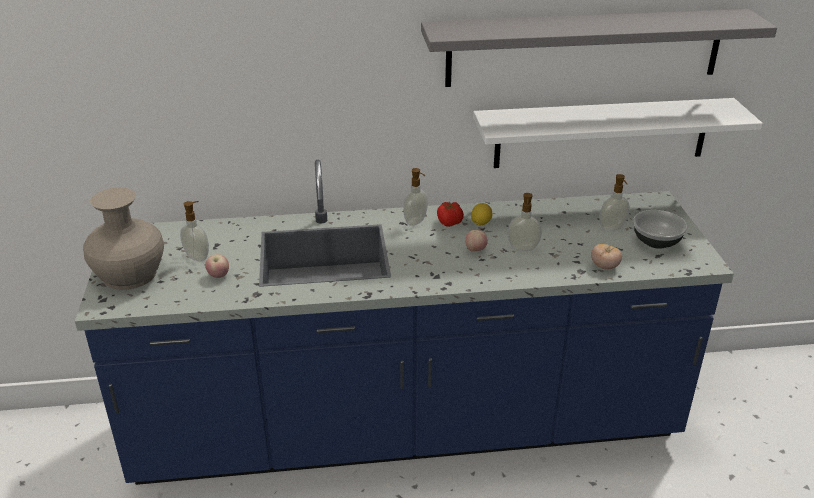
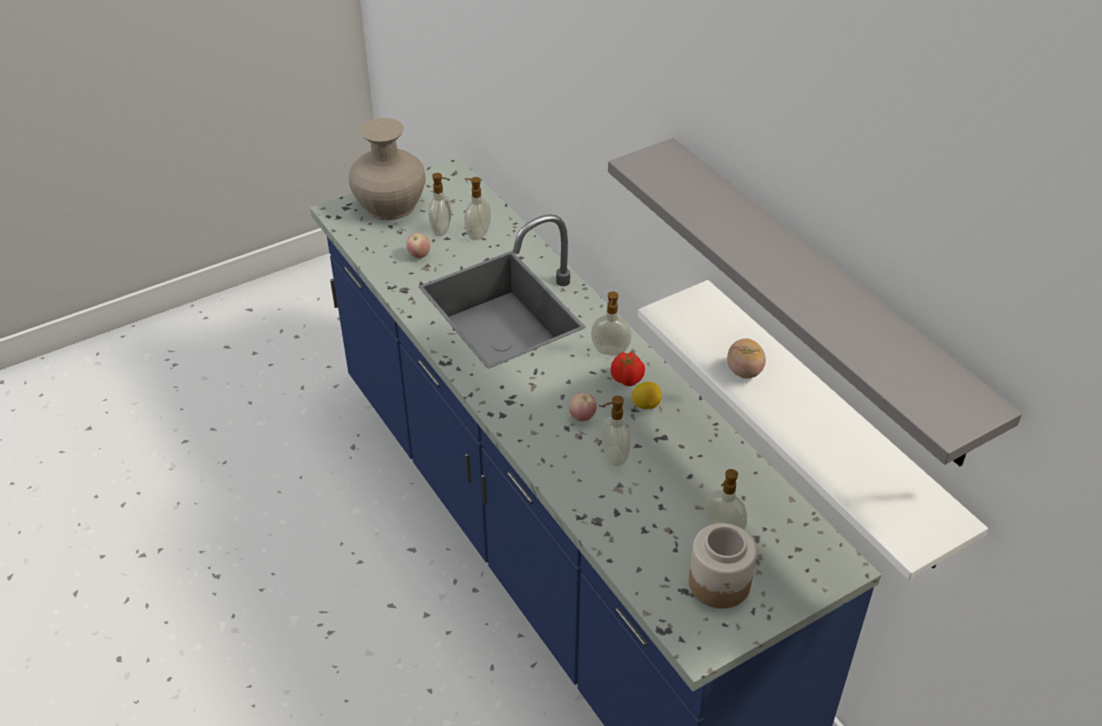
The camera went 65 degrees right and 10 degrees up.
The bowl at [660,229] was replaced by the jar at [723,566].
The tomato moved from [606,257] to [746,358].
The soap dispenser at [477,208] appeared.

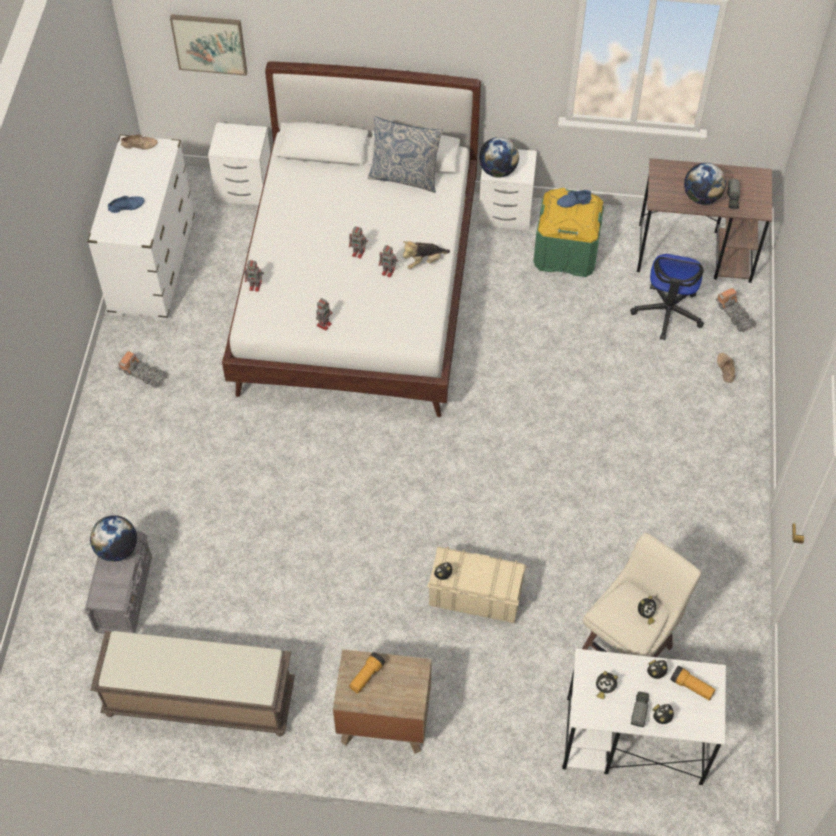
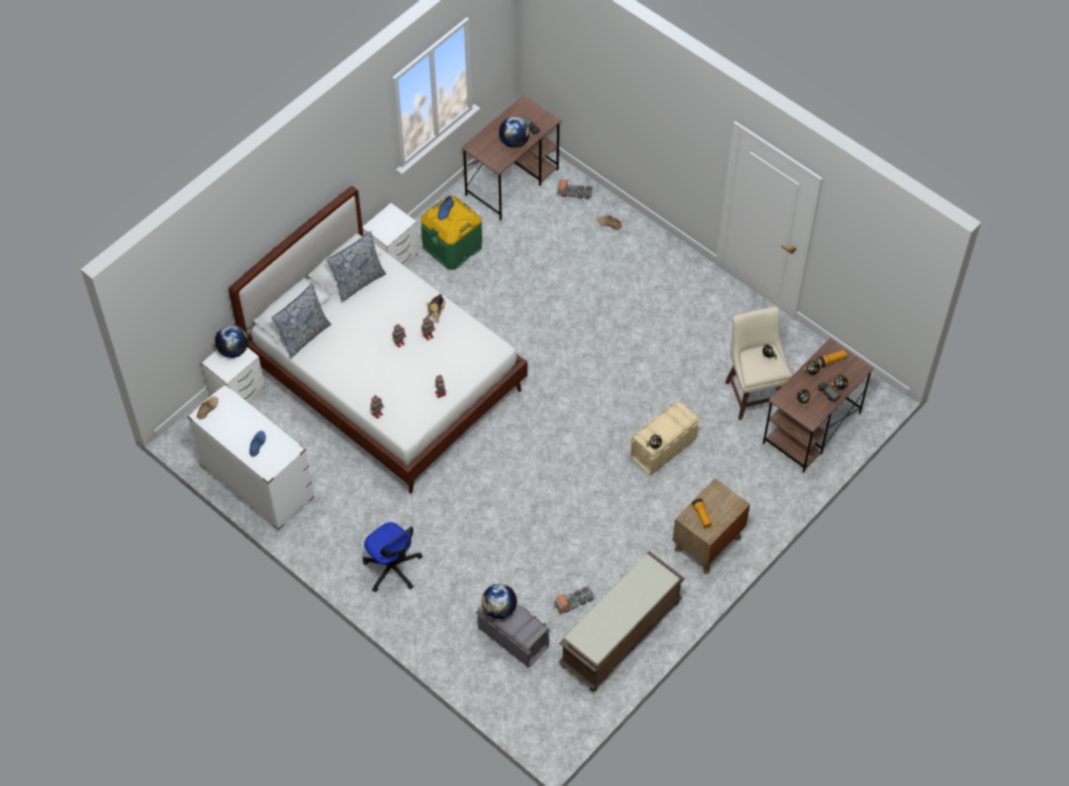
The camera went 55 degrees left and 0 degrees up.
The picture at [208,45] disappeared.
The globe moved from [499,157] to [231,341].
The office chair moved from [667,297] to [392,557].
The toy truck moved from [143,369] to [574,600].
The white desk at [644,717] became the brown desk at [818,405].
The pillow at [301,321] appeared.

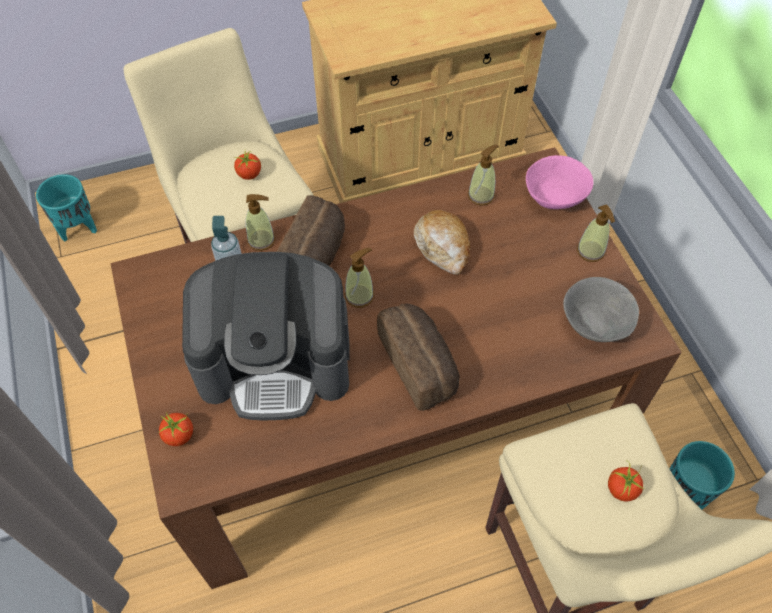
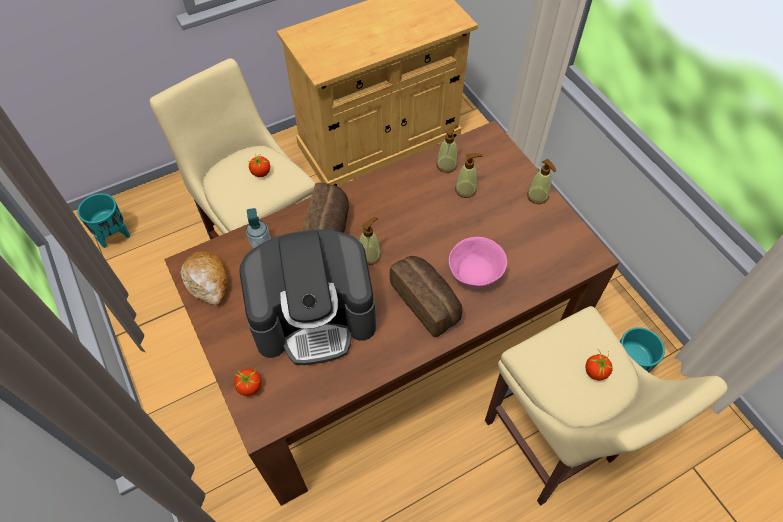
The camera went 10 degrees left and 0 degrees up.
The pink bowl moved from [559,182] to [478,262].
The soap dispenser moved from [260,222] to [469,175].
The bread moved from [442,242] to [204,278].
The grey bowl at [601,309] disappeared.

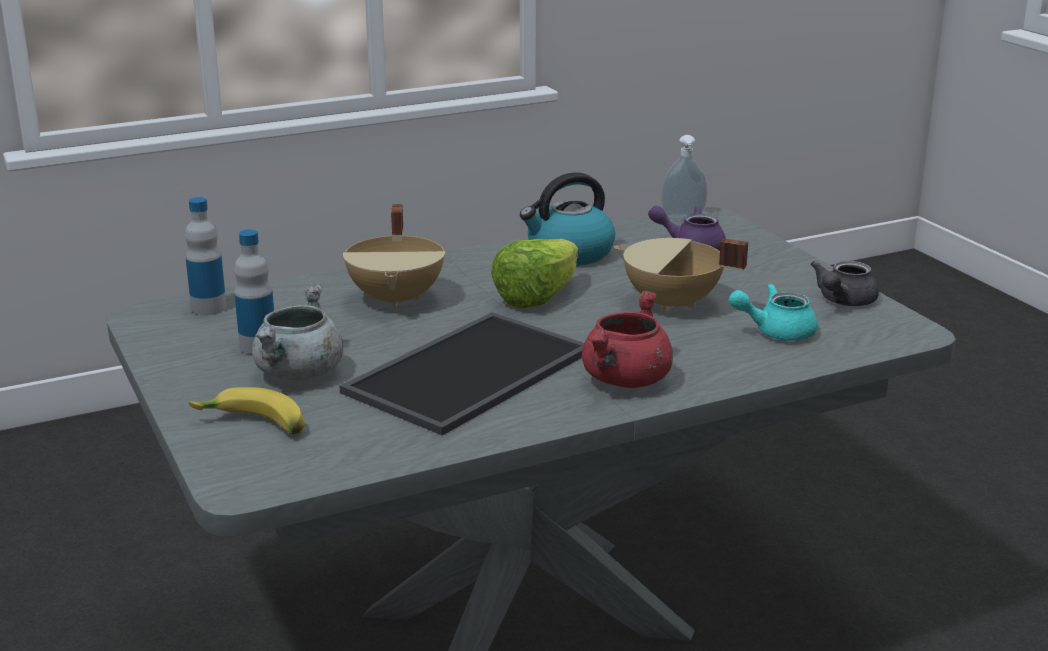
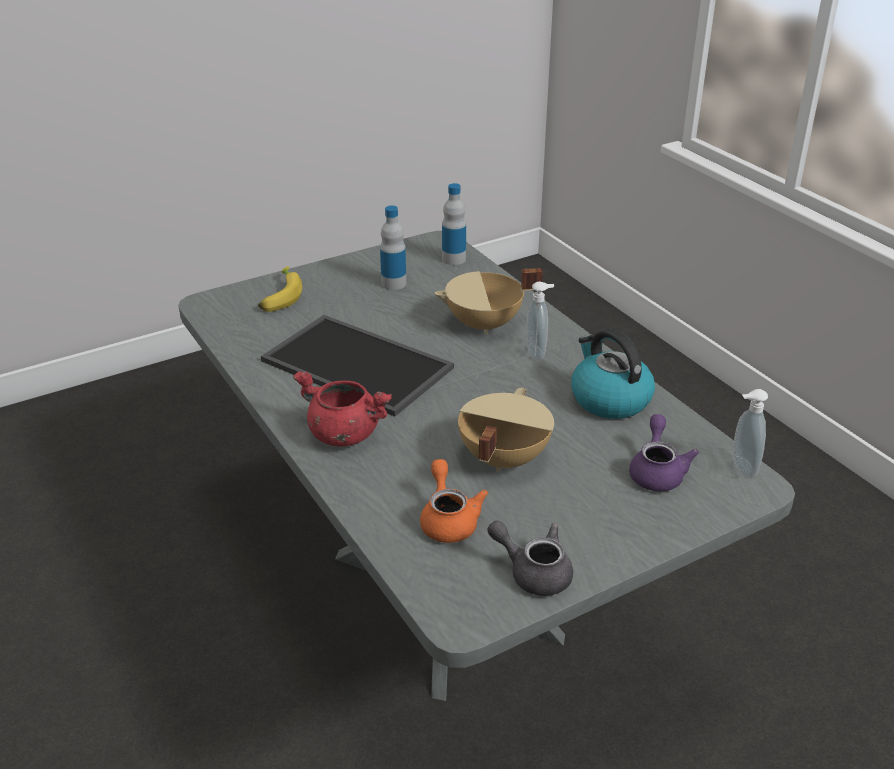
The camera went 85 degrees right and 10 degrees up.
The lettuce at [534,273] disappeared.
The grey cooking pot at [297,331] disappeared.
The turquoise teapot at [773,312] became the orange teapot at [454,501].
The soap dispenser at [540,321] appeared.

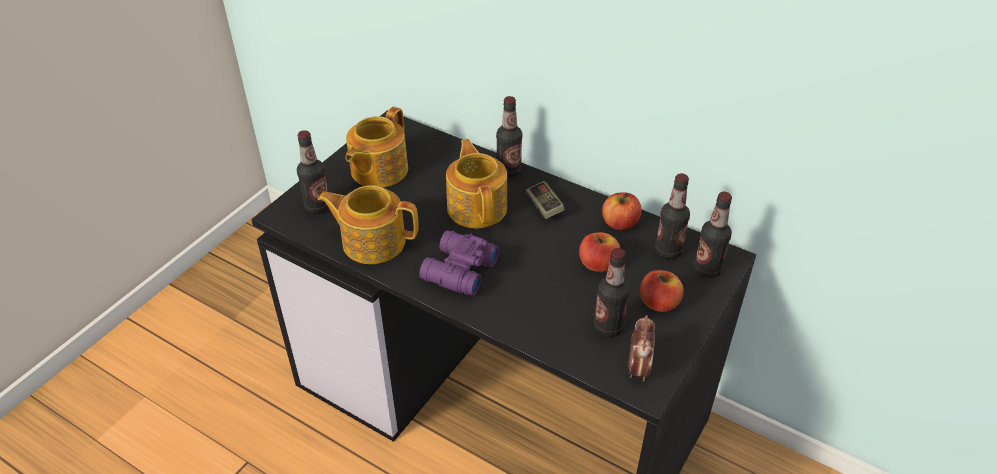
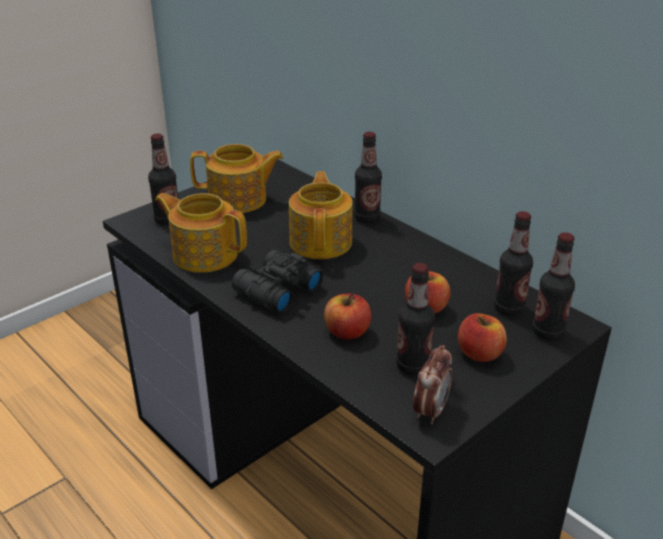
The camera went 15 degrees right and 10 degrees down.
The teapot at [377,147] turned 135 degrees counterclockwise.
The game controller at [545,200] disappeared.
The apple moved from [622,211] to [347,316].
The purple binoculars at [459,263] became the black binoculars at [277,281].

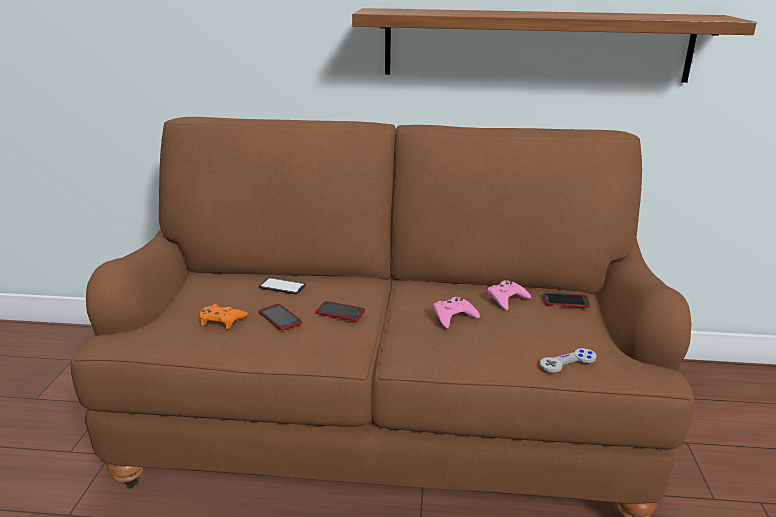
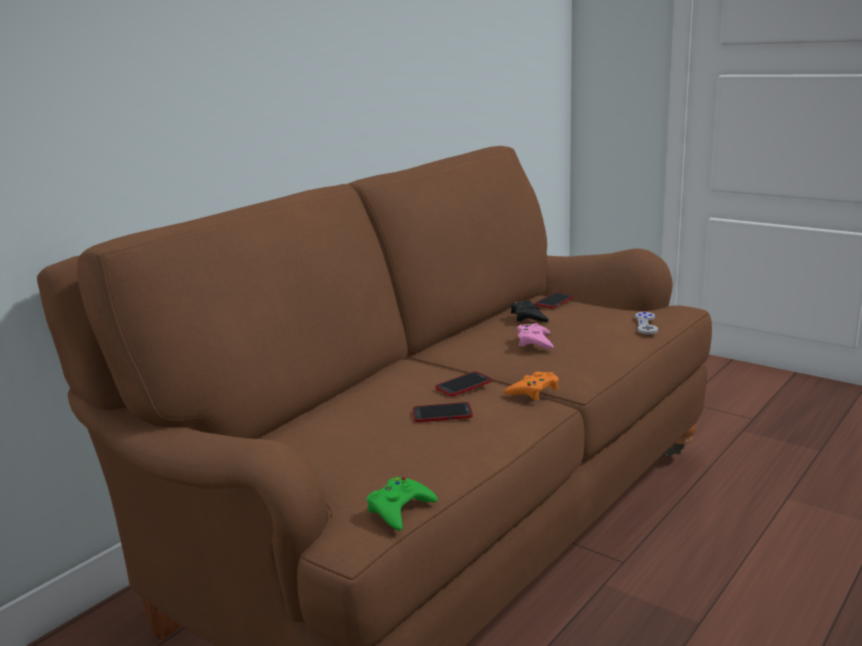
The camera went 55 degrees left and 5 degrees down.
The shelf at [554,45] disappeared.
The phone at [282,285] disappeared.
The pink game controller at [509,295] became the black game controller at [530,311].
The orange game controller moved from [224,316] to [531,386].
The green game controller at [402,504] appeared.

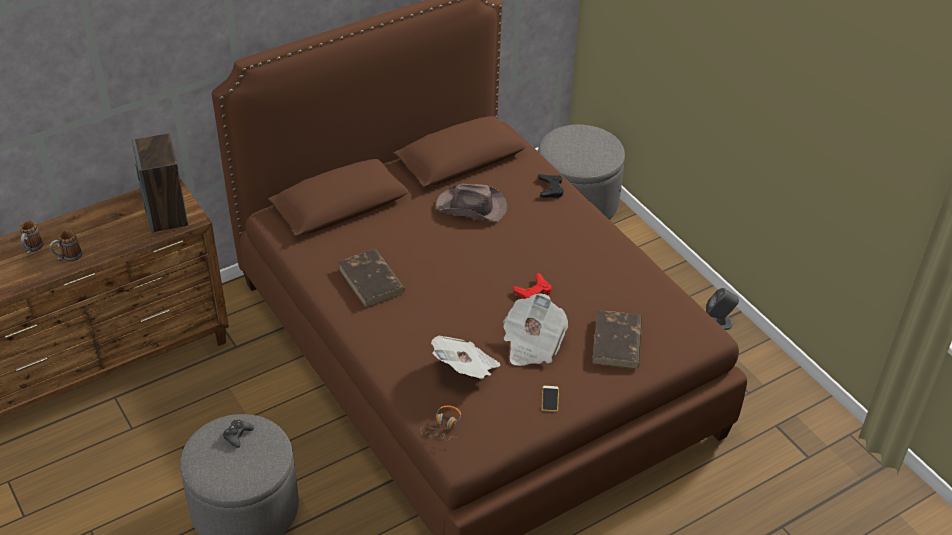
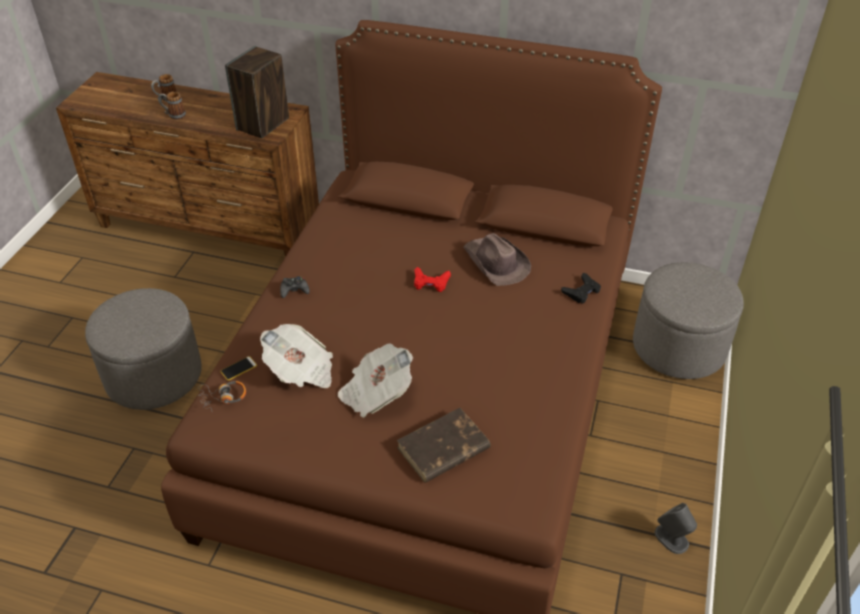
The camera went 50 degrees right and 0 degrees up.
The brown book at [371,278] disappeared.
The red game controller moved from [532,286] to [432,279].
The phone moved from [550,399] to [238,368].
The black game controller moved from [238,433] to [295,287].

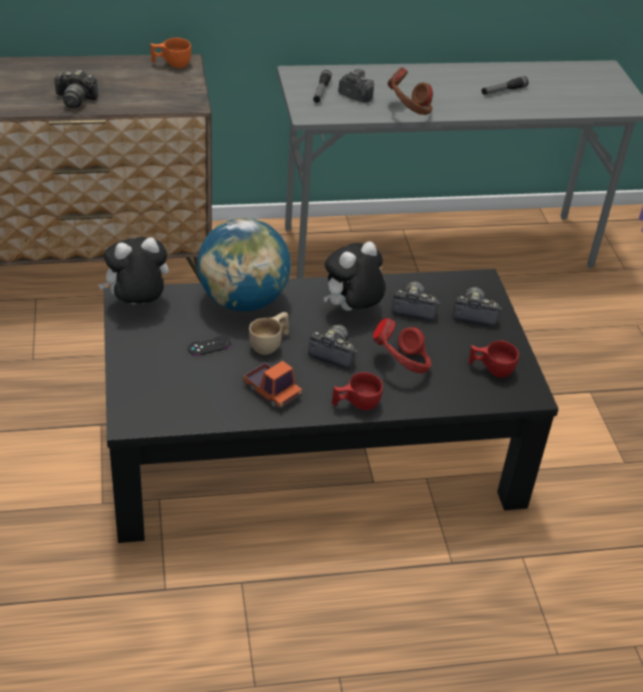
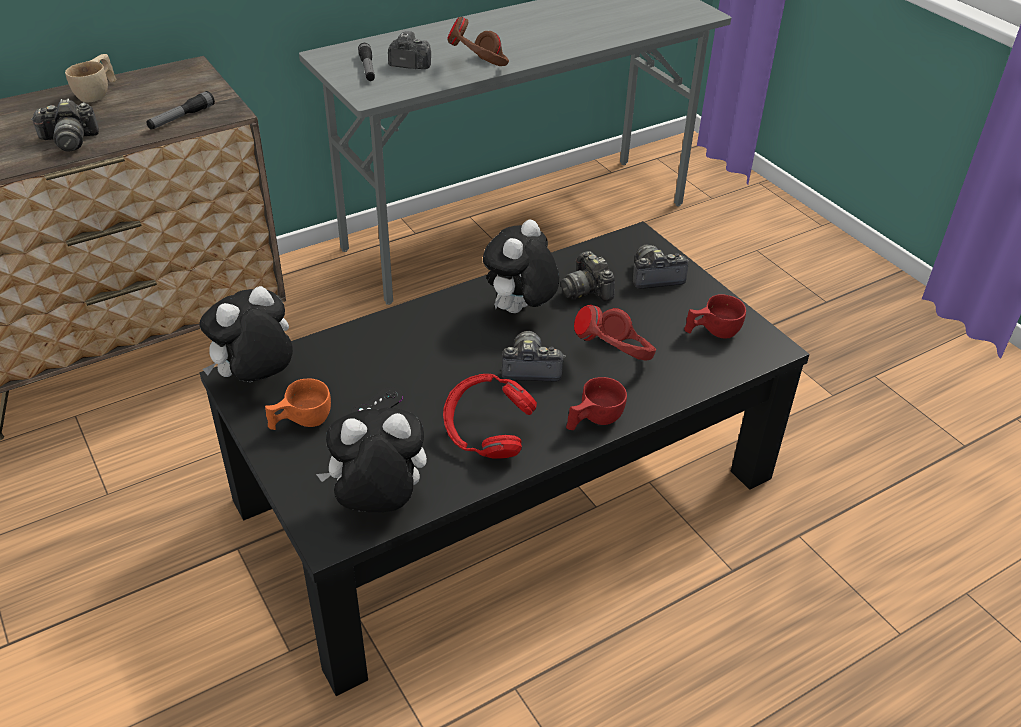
The camera went 20 degrees left and 0 degrees up.
The orange cup moved from [170,53] to [298,404].
The flashlight moved from [505,85] to [180,110].
The globe at [244,264] disappeared.
The photo camera at [415,301] turned 105 degrees counterclockwise.
The beige cup moved from [269,333] to [90,78].
The toy truck at [272,385] was replaced by the red headphones at [490,416].
The plush toy at [371,459] appeared.

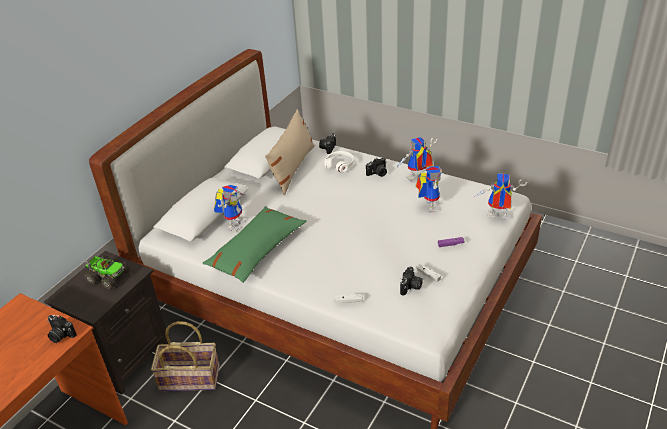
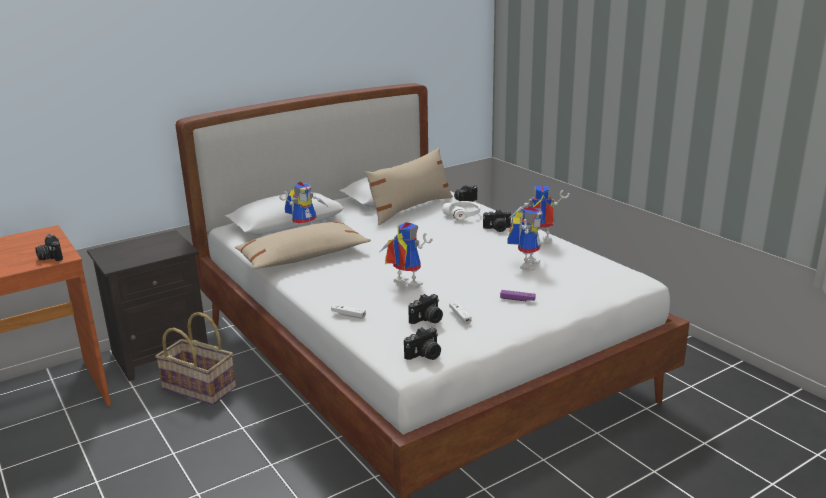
The camera went 25 degrees right and 15 degrees down.
The toy robot moved from [500,196] to [406,255].
The green pillow at [254,244] became the beige pillow at [303,245].
The toy truck at [107,273] disappeared.
The photo camera at [422,343] appeared.

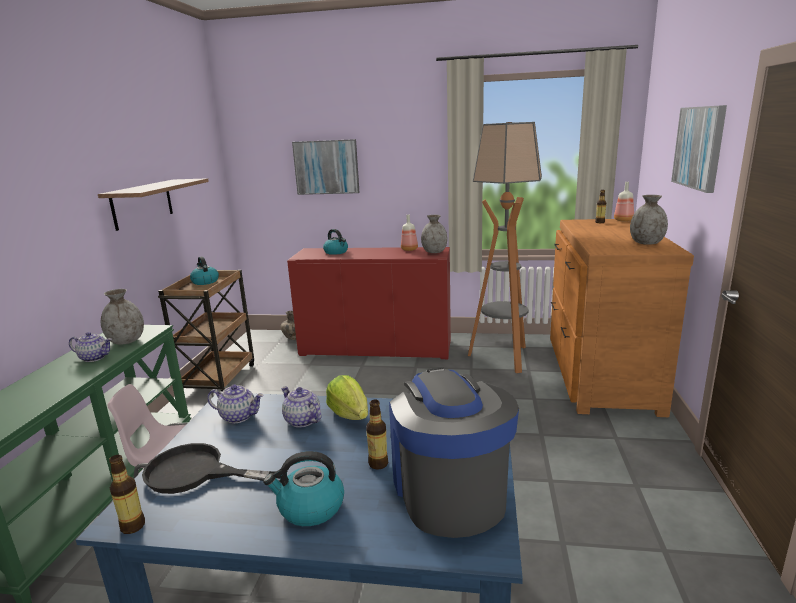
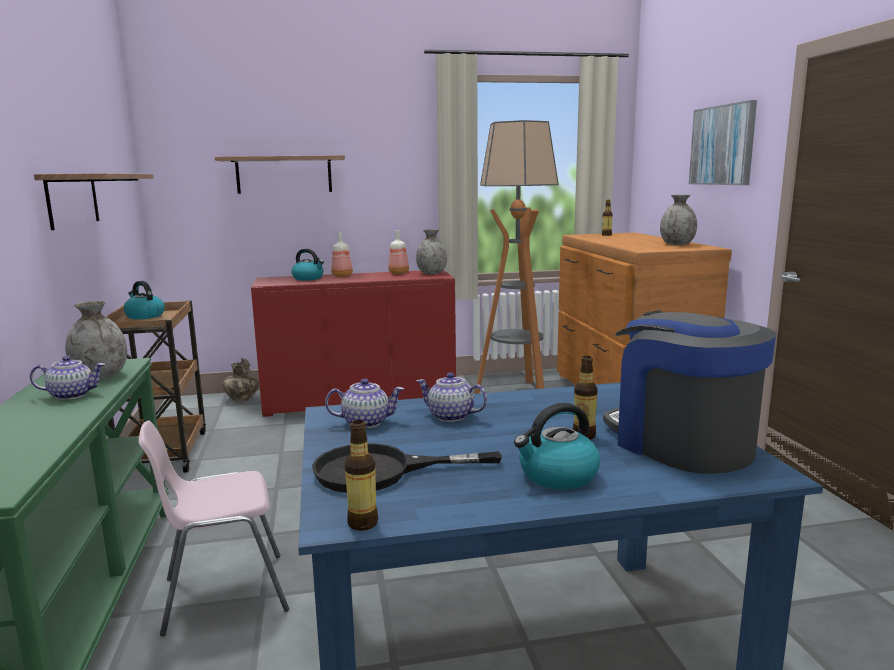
The camera went 20 degrees left and 5 degrees down.
The picture at [326,167] was replaced by the shelf at [280,174].
The bottle moved from [624,201] to [342,254].
The lettuce at [347,397] disappeared.

